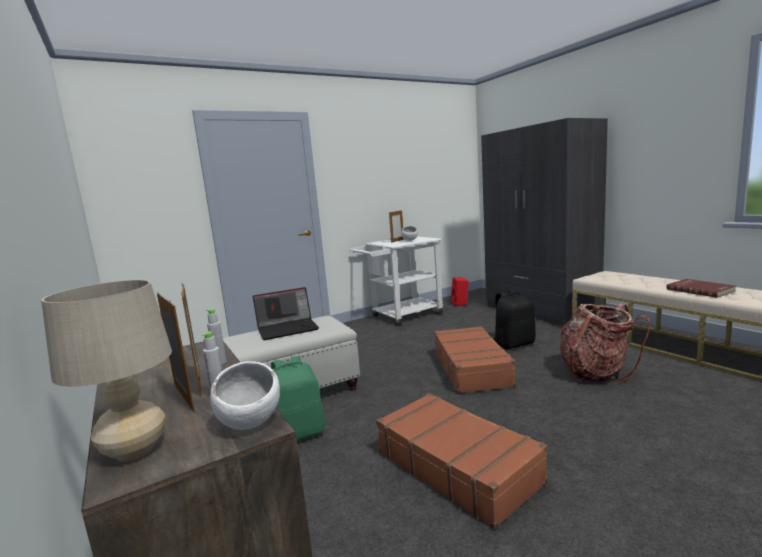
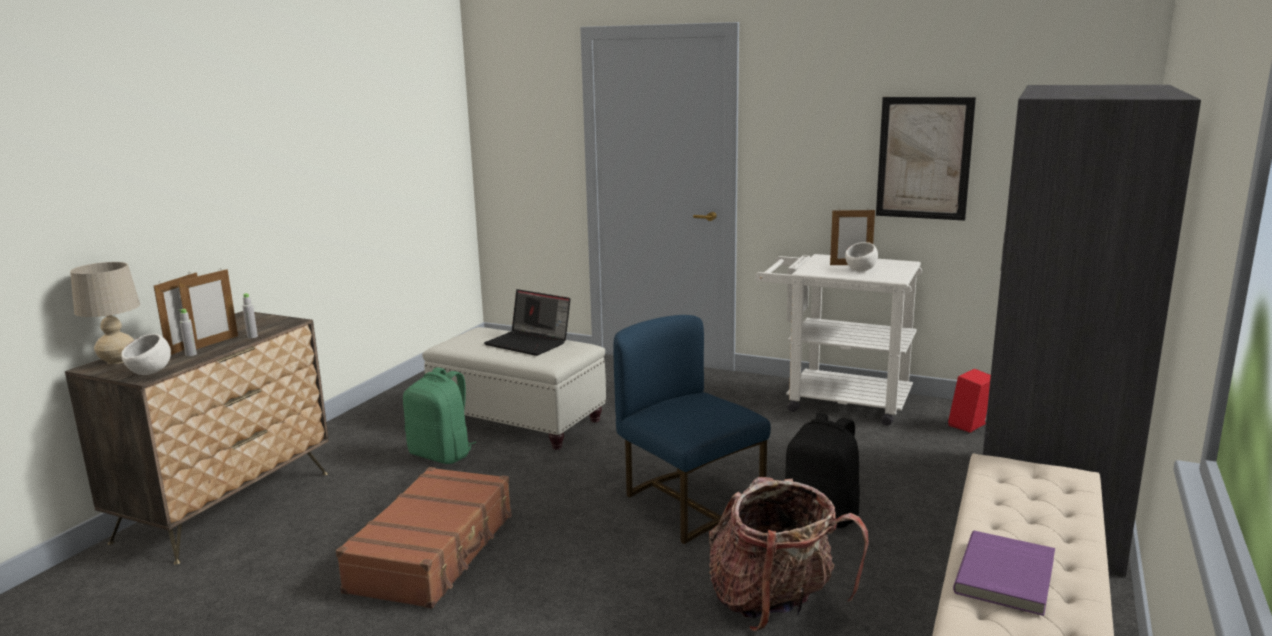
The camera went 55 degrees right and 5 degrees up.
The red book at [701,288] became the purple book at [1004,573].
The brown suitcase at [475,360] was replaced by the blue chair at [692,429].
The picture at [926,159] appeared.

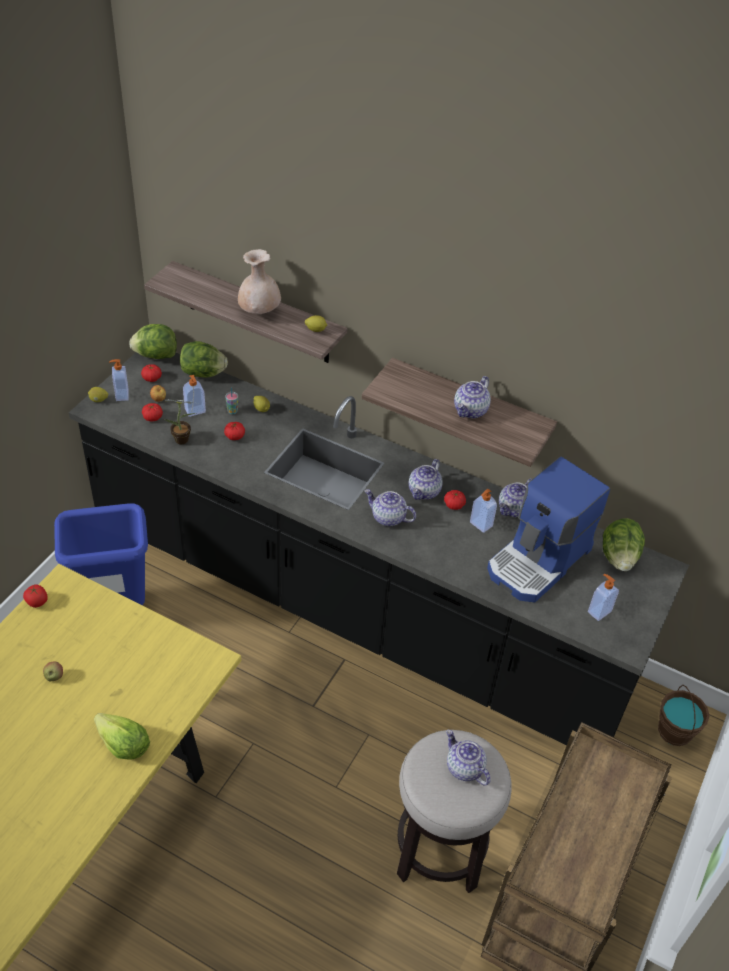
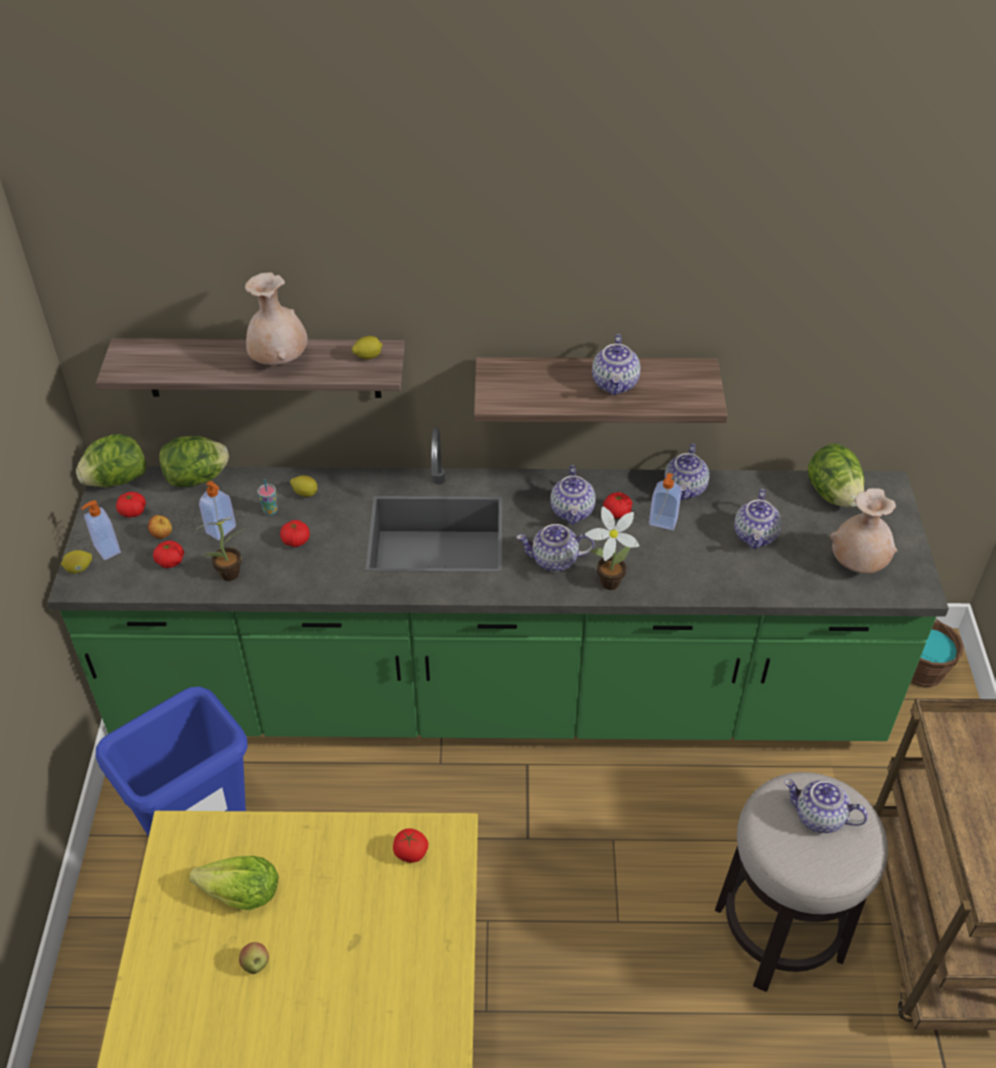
The camera went 25 degrees left and 0 degrees up.
The black counter at [379,549] became the green counter at [498,584].
The coffee machine at [549,529] was replaced by the teapot at [757,519].
The soap dispenser at [603,597] was replaced by the beige vase at [863,530].
The tomato moved from [35,596] to [410,845].
The lettuce moved from [122,736] to [234,883].
The potted plant at [612,548] appeared.

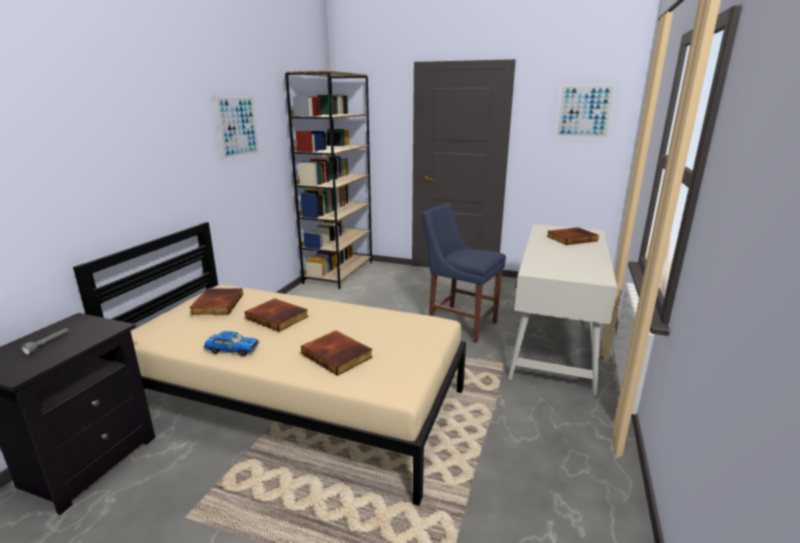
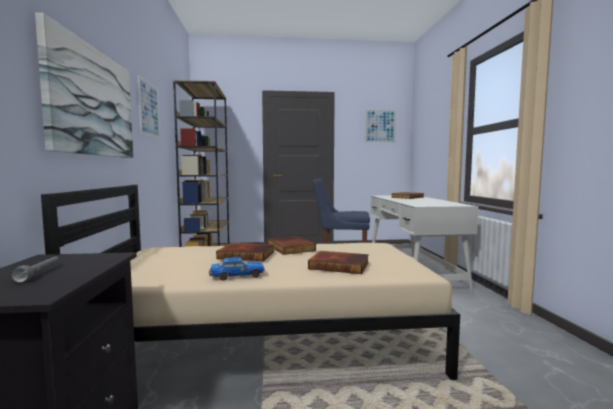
The camera went 25 degrees left and 15 degrees down.
The book moved from [216,301] to [292,245].
The picture at [84,85] appeared.

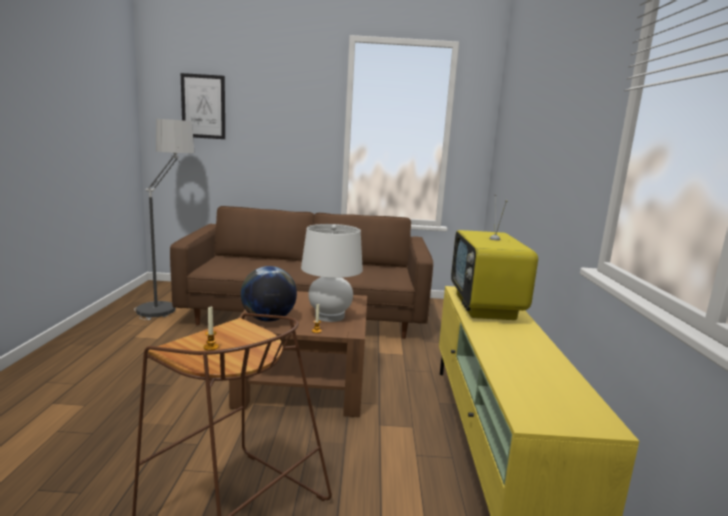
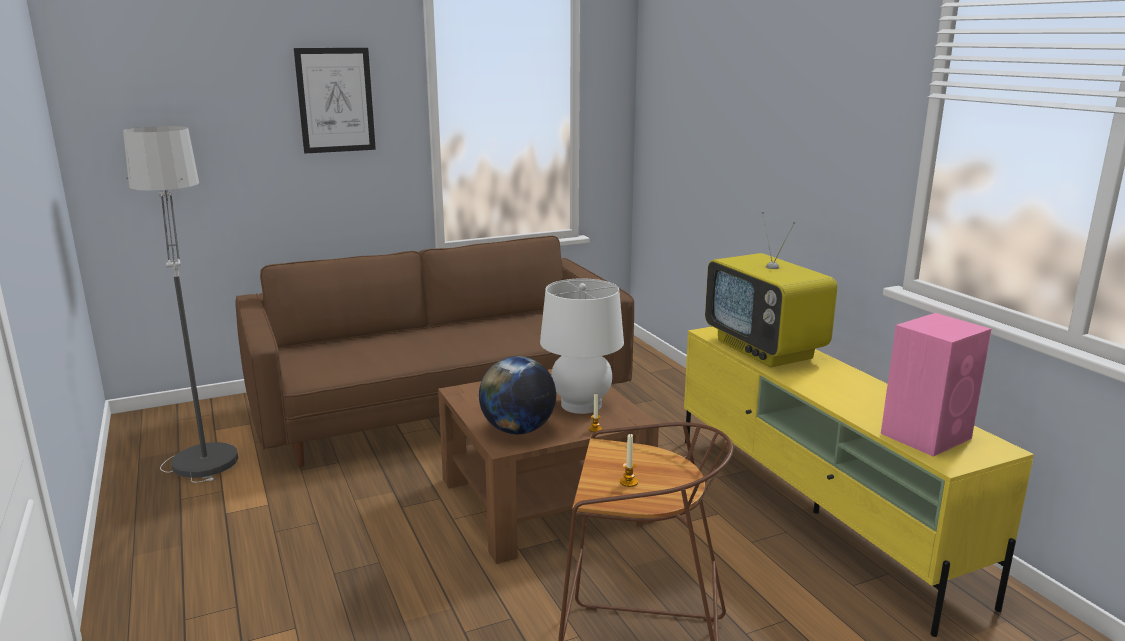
The camera went 25 degrees left and 5 degrees up.
The picture moved from [203,106] to [335,101].
The pink speaker at [936,385] appeared.

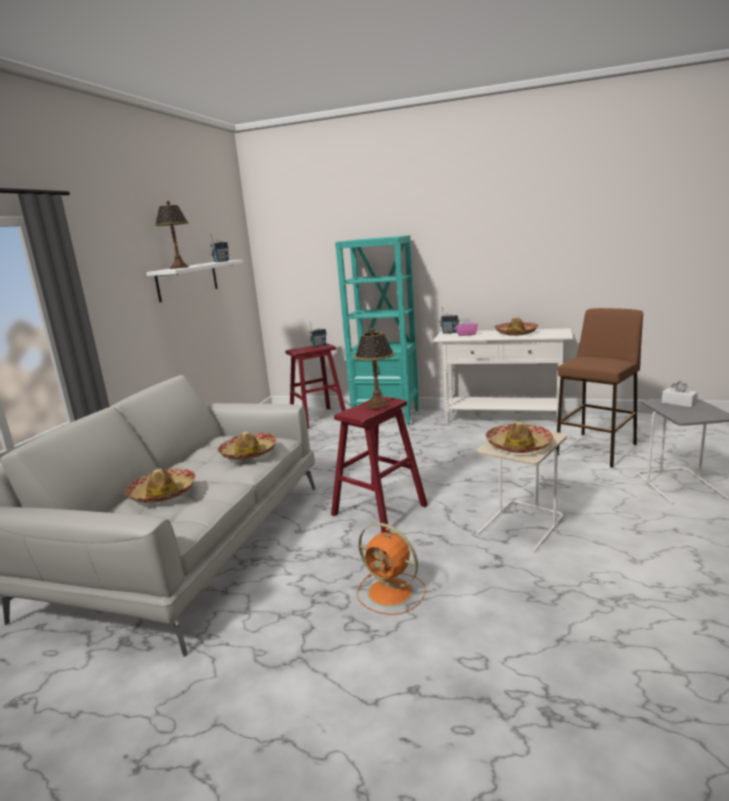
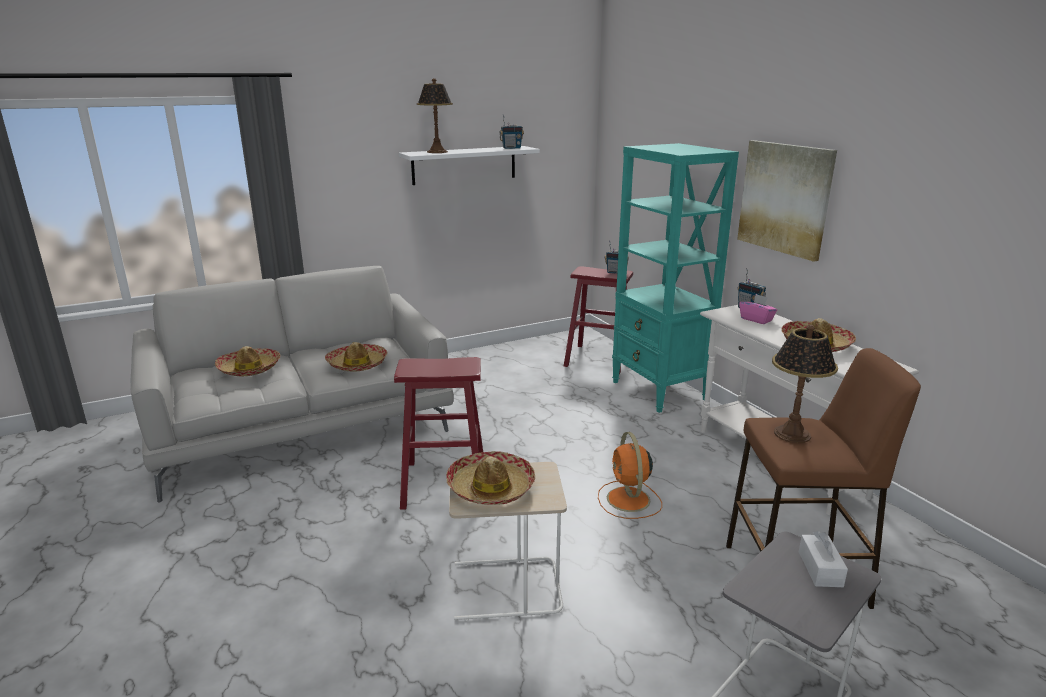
The camera went 45 degrees right and 5 degrees up.
The table lamp moved from [374,368] to [805,384].
The orange fan moved from [391,569] to [630,475].
The picture at [787,201] appeared.

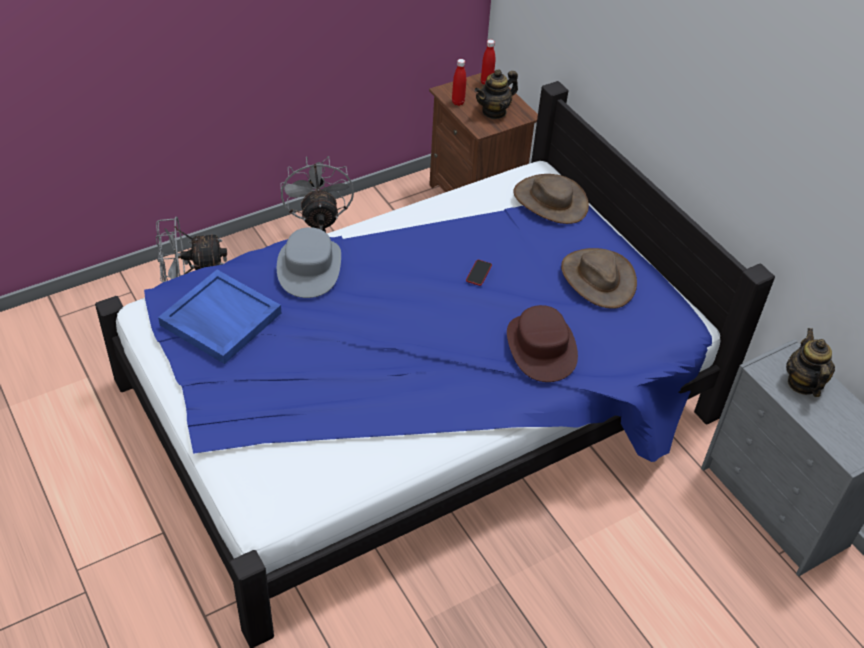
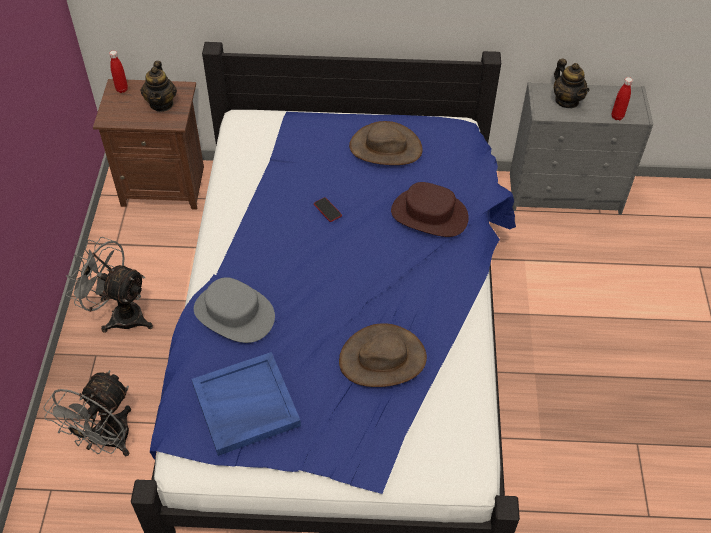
The camera went 55 degrees left and 5 degrees up.
The red bottle moved from [459,82] to [622,98].
The brown hat moved from [551,199] to [383,355].
The teapot at [810,362] turned 150 degrees counterclockwise.

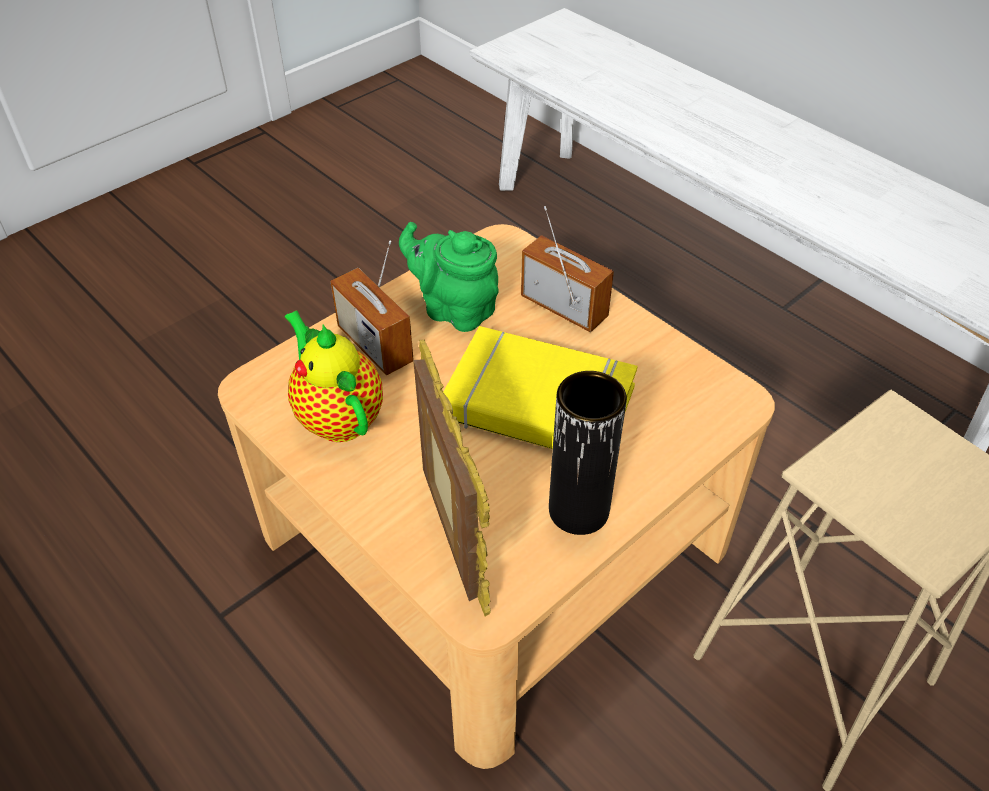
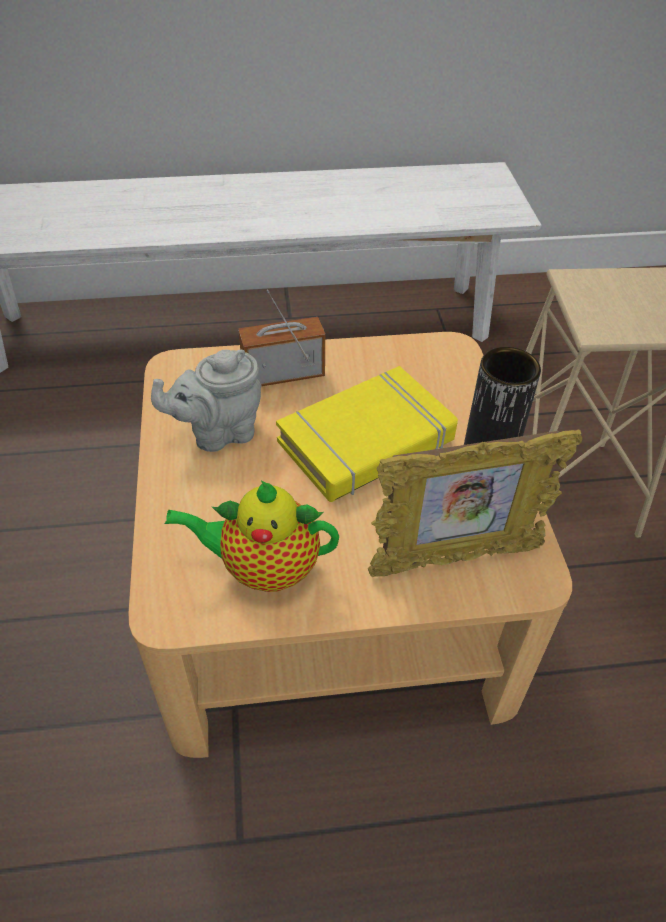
The camera went 55 degrees left and 0 degrees up.
The green teapot at [449,277] became the grey teapot at [206,400].
The radio at [372,307] disappeared.
The picture frame at [452,478] turned 150 degrees clockwise.

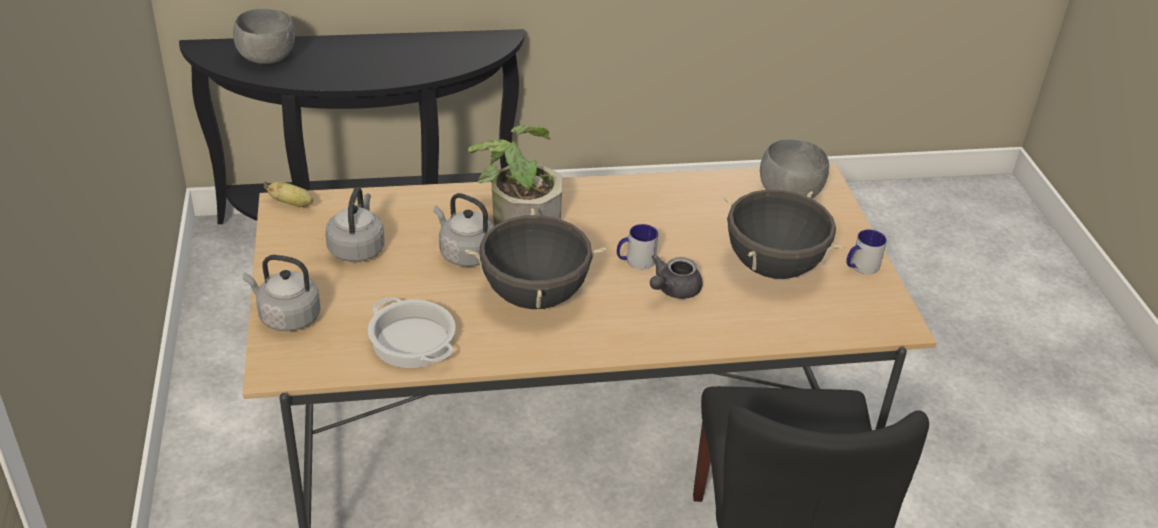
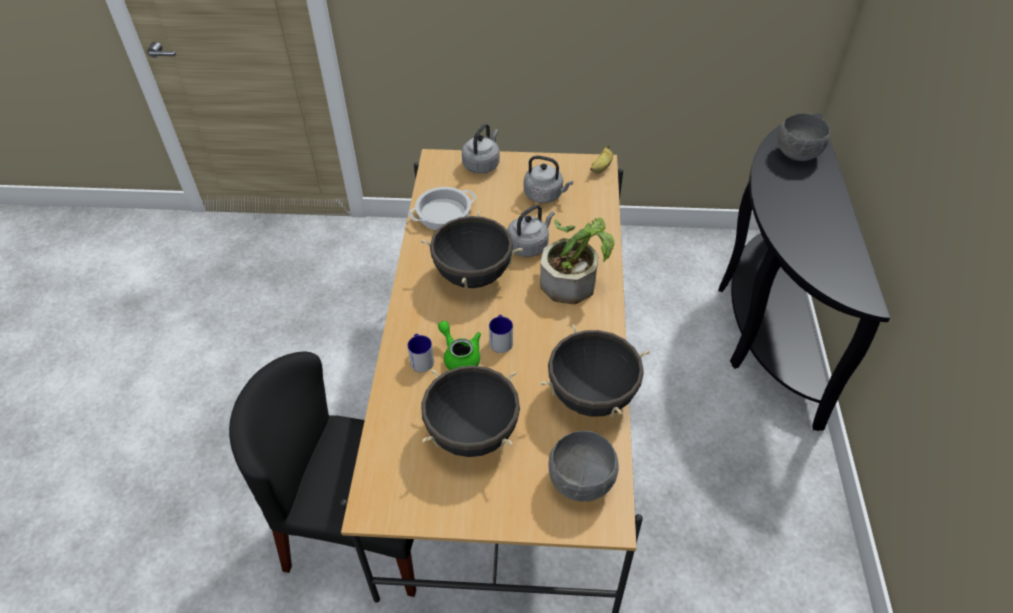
The camera went 105 degrees right and 10 degrees up.
The mug moved from [866,251] to [420,353].
The grey teapot at [676,277] became the green teapot at [459,345].
The black cooking pot at [595,370] appeared.

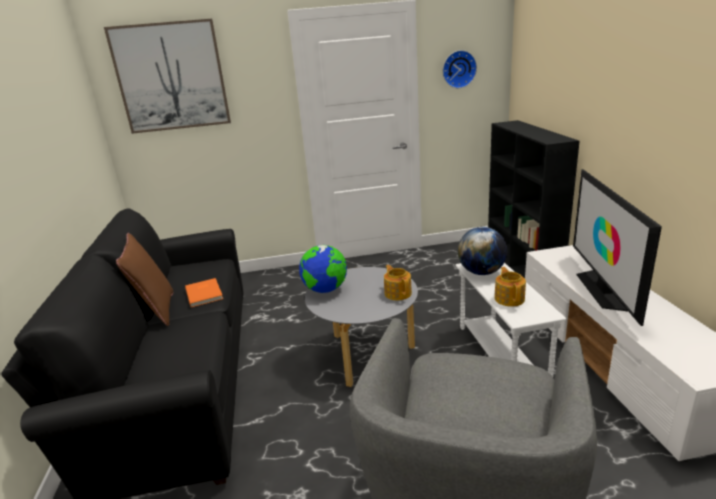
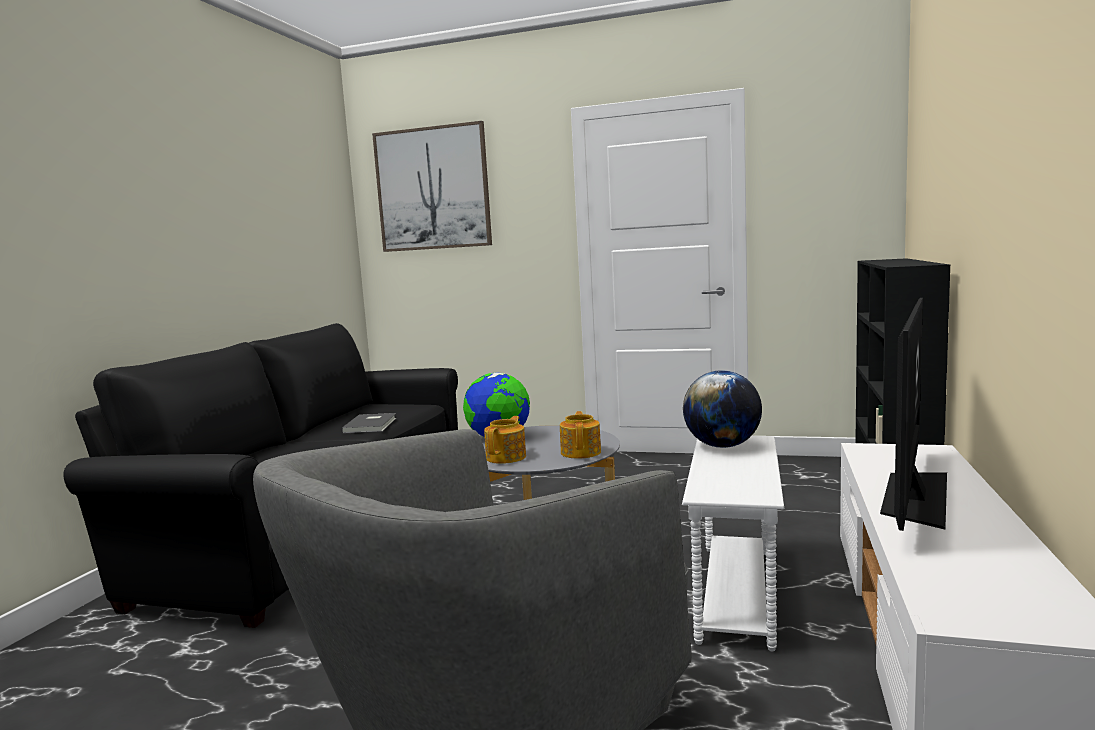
The camera went 25 degrees right and 15 degrees down.
The wall clock at [460,69] disappeared.
The brown pillow at [144,279] disappeared.
The teapot moved from [510,287] to [505,440].
The orange book at [204,293] became the grey book at [369,423].

